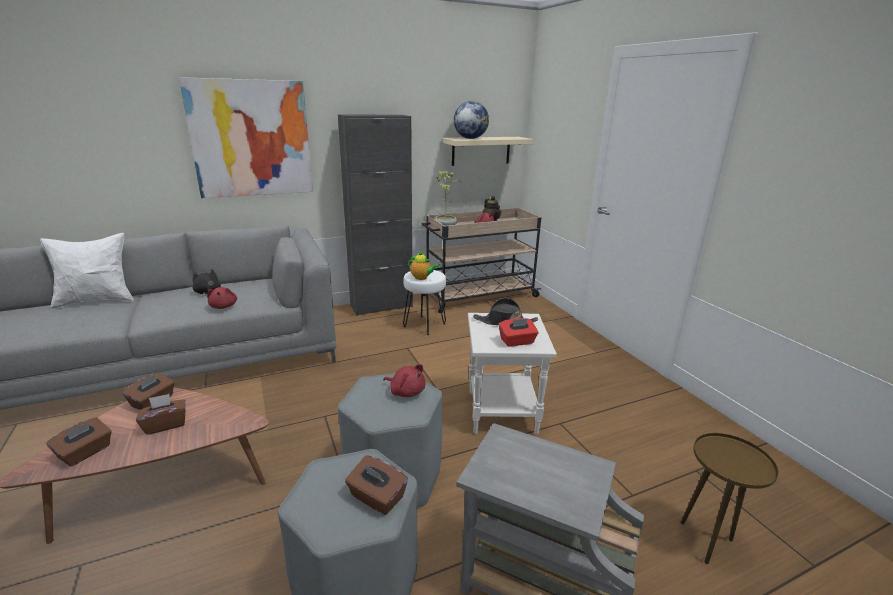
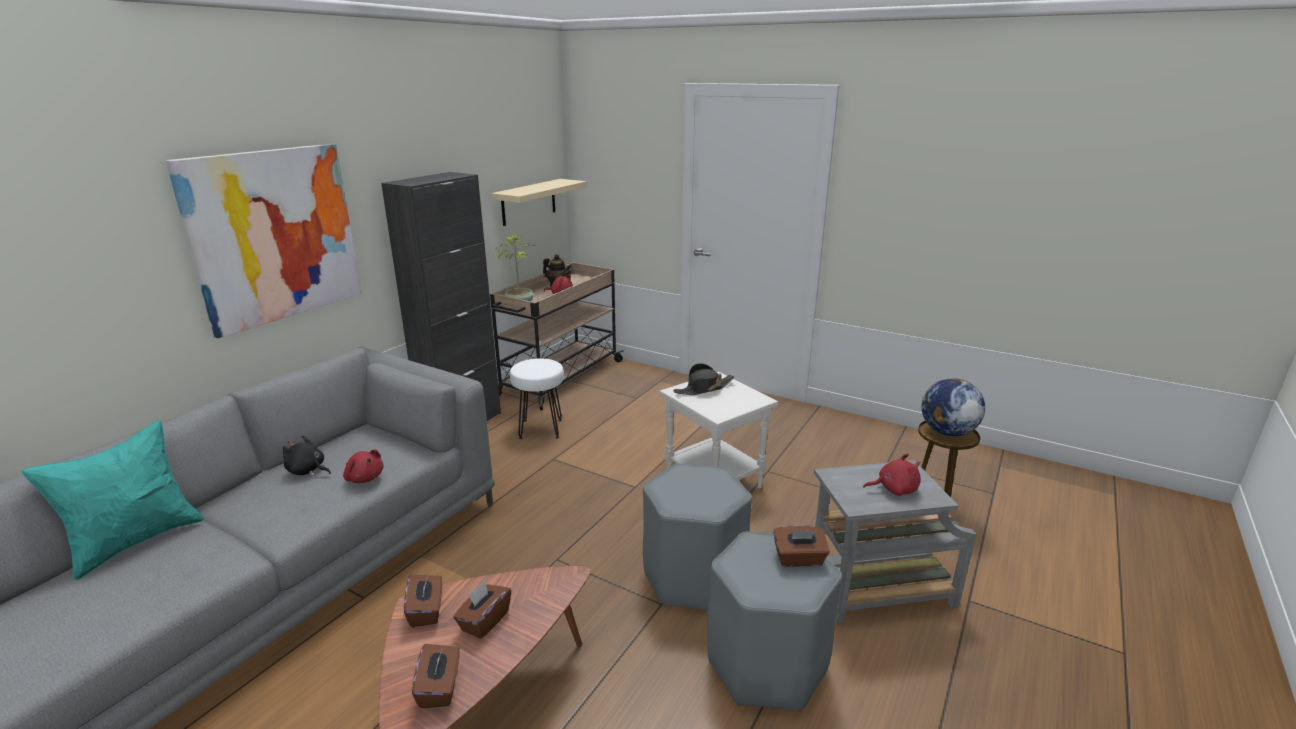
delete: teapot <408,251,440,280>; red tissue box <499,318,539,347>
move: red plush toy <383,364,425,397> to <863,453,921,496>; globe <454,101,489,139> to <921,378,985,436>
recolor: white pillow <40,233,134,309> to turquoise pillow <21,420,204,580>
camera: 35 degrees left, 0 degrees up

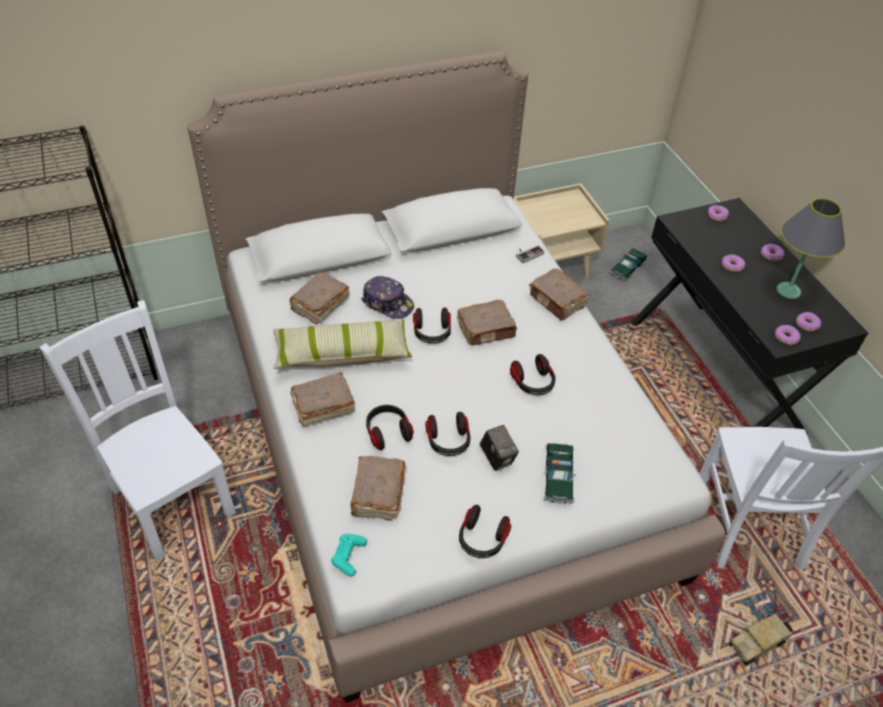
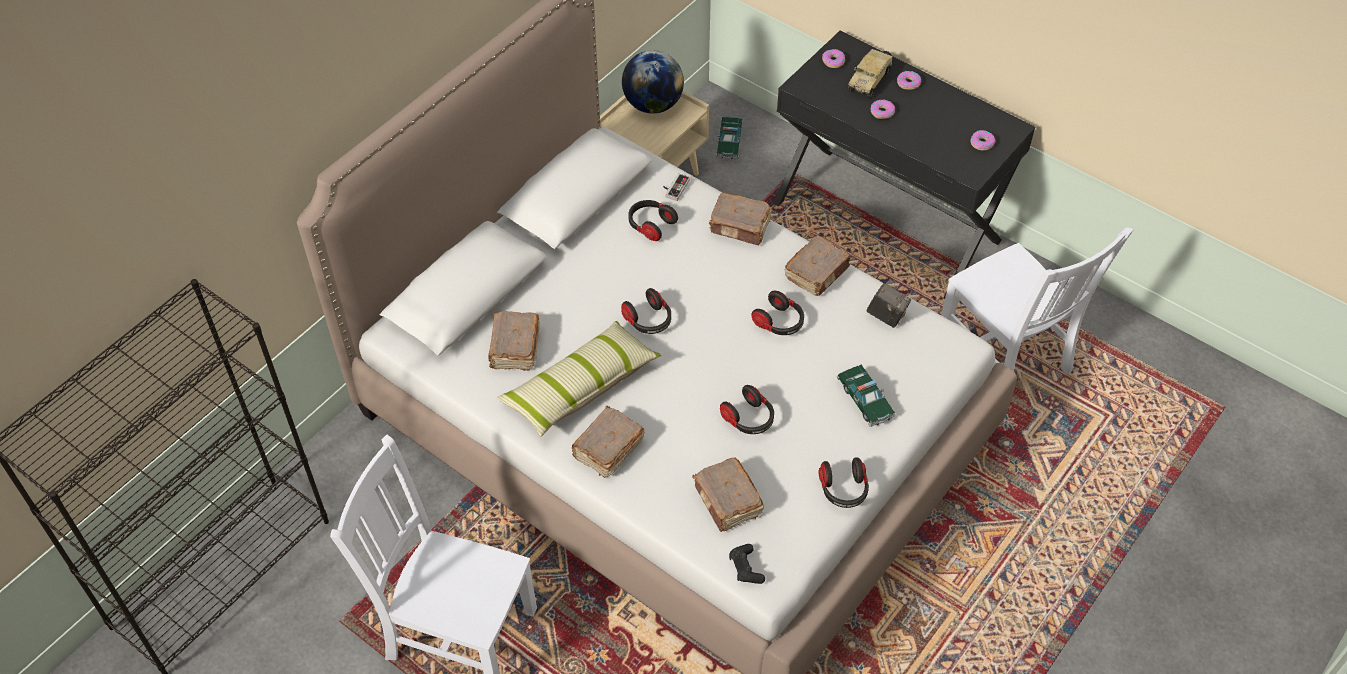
delete: cap <361,276,414,319>; donut <775,325,801,345>; grey table lamp <777,198,845,299>
insert: globe <622,50,684,114>
move: headphones <366,405,414,450> to <628,200,678,241>; brown book <457,300,517,345> to <784,236,850,296>; photo camera <480,425,519,471> to <867,283,911,328>; toy truck <729,614,793,666> to <848,49,893,99>
recolor: turquoise game controller <331,534,367,577> to black game controller <729,544,765,584>
camera: 30 degrees left, 5 degrees up

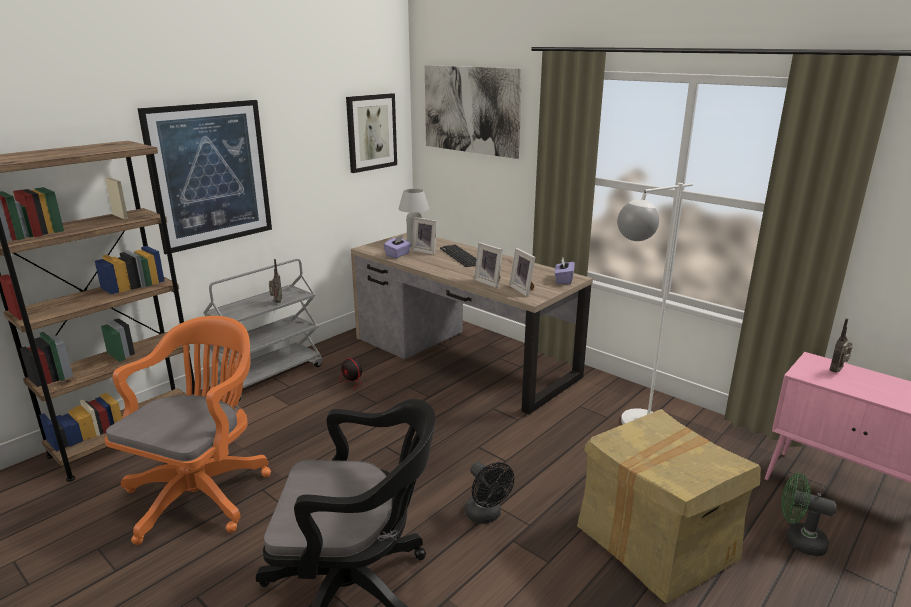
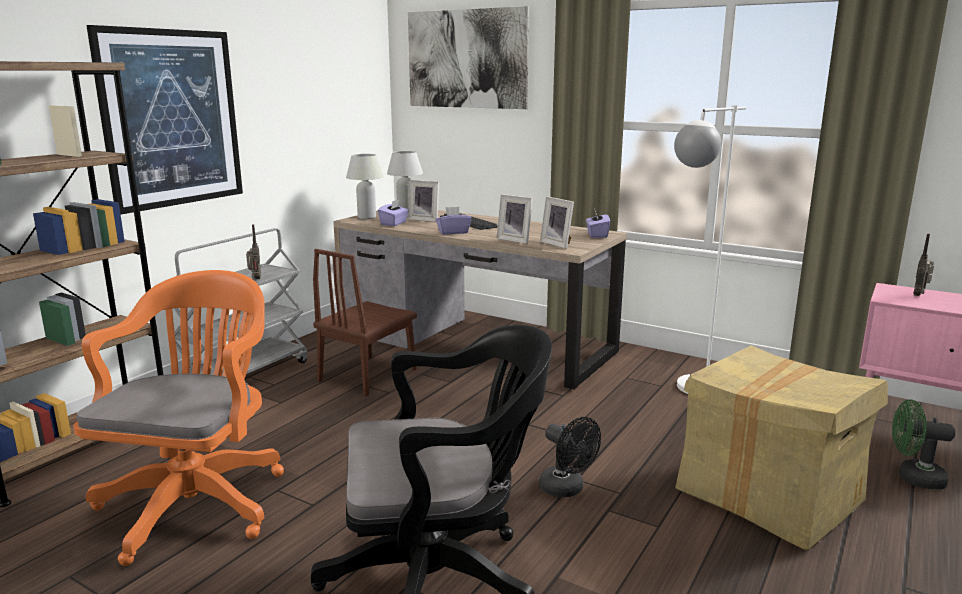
delete: picture <346,93,397,173>
insert: white table lamp <346,154,384,219>; purple tissue box <436,207,471,235>
replace: fan <340,358,403,392> to brown chair <313,249,417,396>
camera: 10 degrees left, 5 degrees down

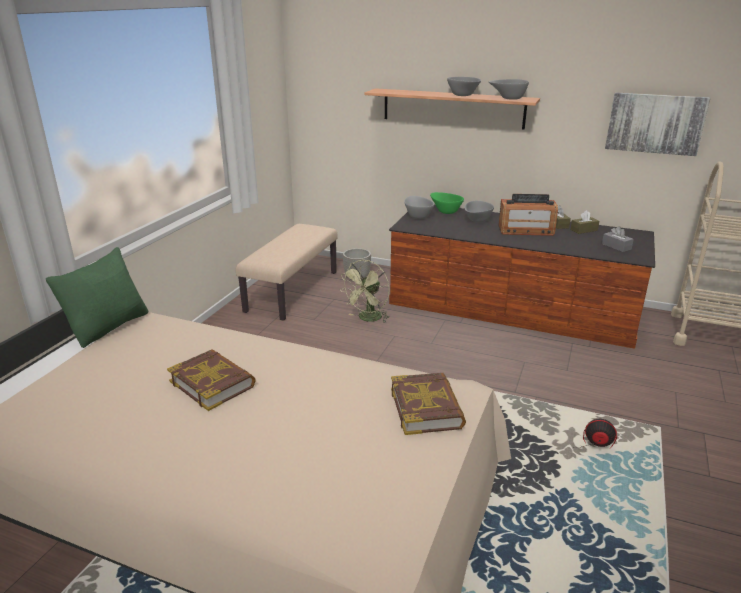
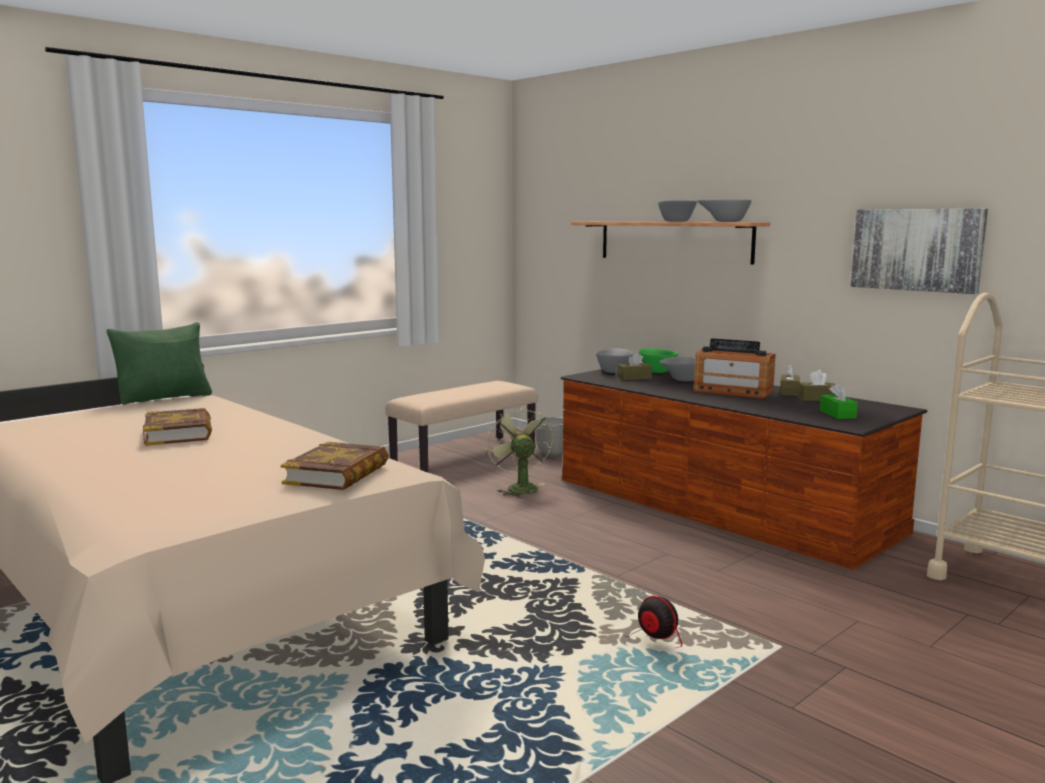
insert: brown tissue box <617,352,652,380>
recolor: grey tissue box <602,226,634,252> to green tissue box <820,383,858,419>
rotate: green fan <340,260,389,323> = <486,406,553,498> 105 degrees clockwise
camera: 25 degrees right, 15 degrees down

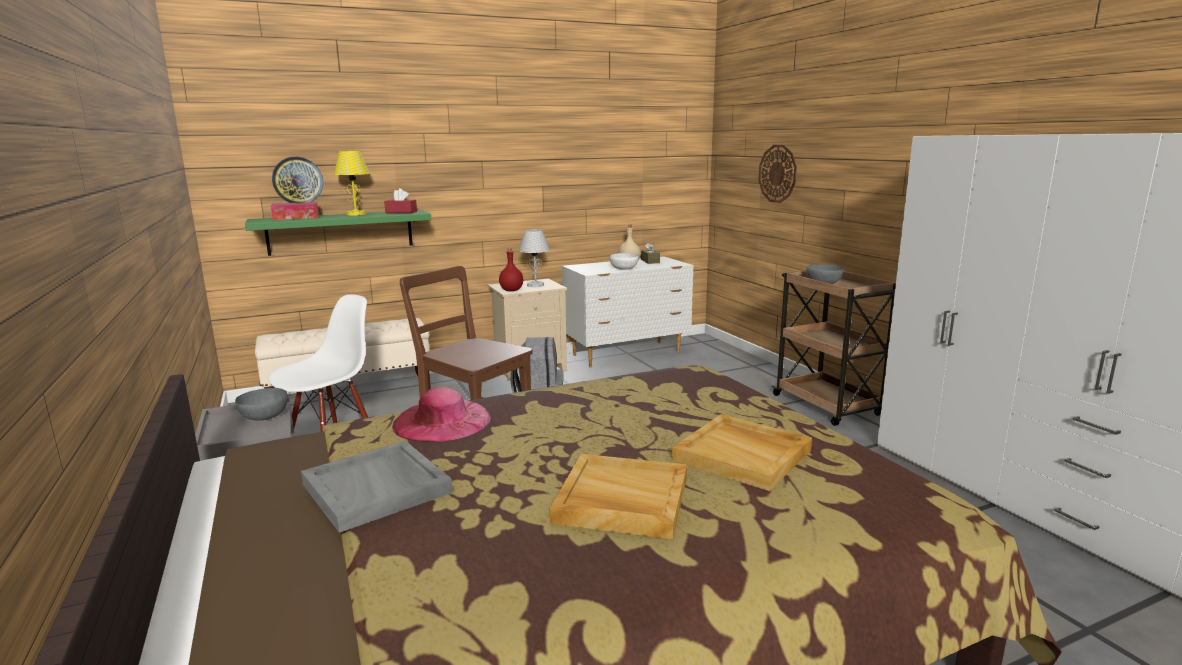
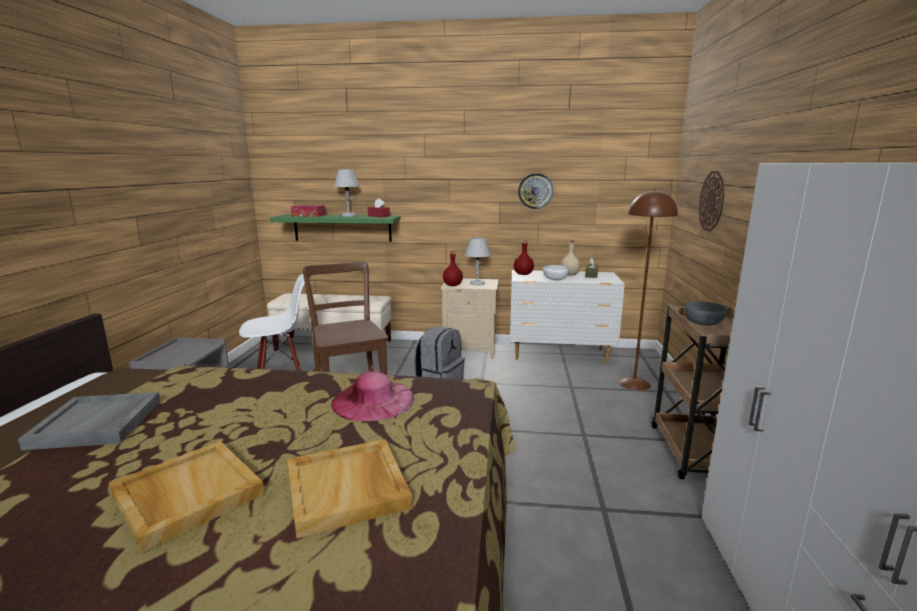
delete: grey bowl <235,388,288,421>
insert: red bottle <514,240,534,275>; brown floor lamp <618,189,678,391>
move: wall clock <272,157,323,203> to <518,173,553,209>; pink hat <392,387,491,442> to <331,371,414,421>
recolor: yellow table lamp <334,151,370,216> to white table lamp <334,169,359,217>
camera: 30 degrees right, 0 degrees up

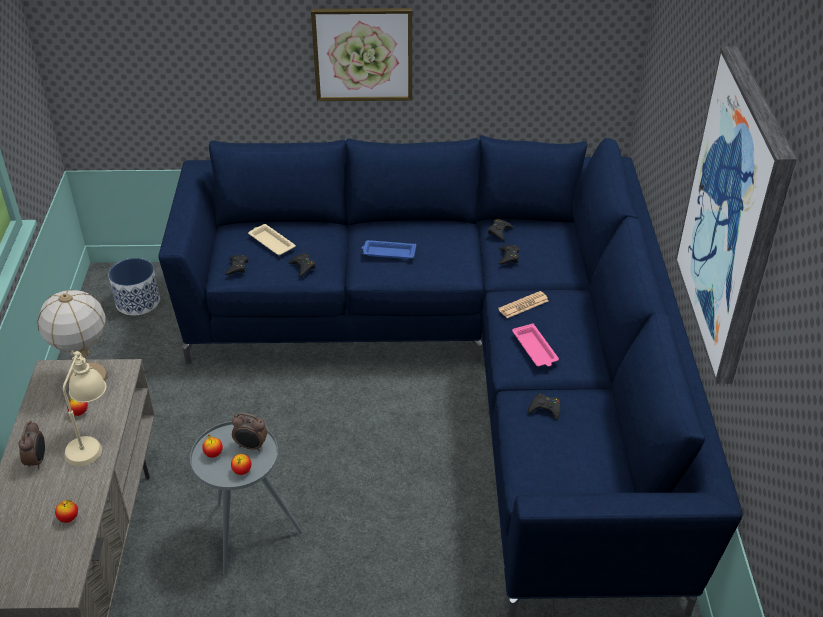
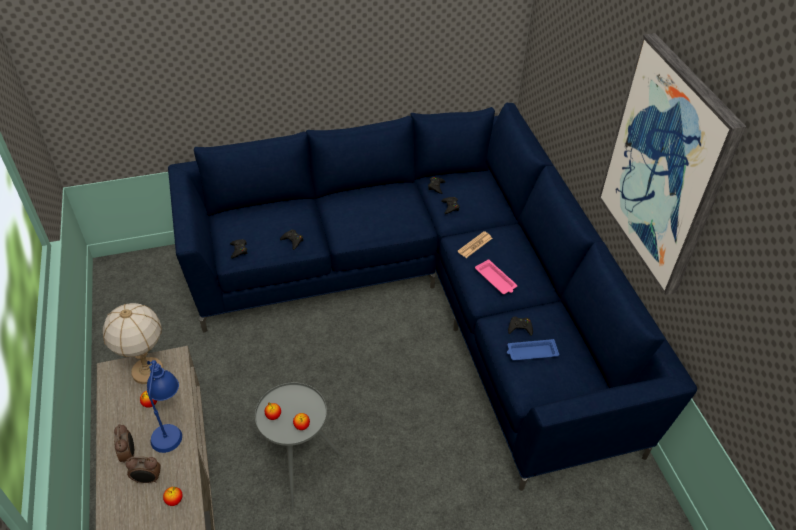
delete: planter <108,258,160,316>; beige tray <248,224,296,255>; picture <311,8,412,101>
move: alarm clock <232,413,267,451> to <126,456,161,483>; blue tray <362,240,416,259> to <507,339,559,361>
recolor: beige table lamp <63,351,106,467> to blue table lamp <147,360,182,453>
camera: 15 degrees left, 5 degrees up

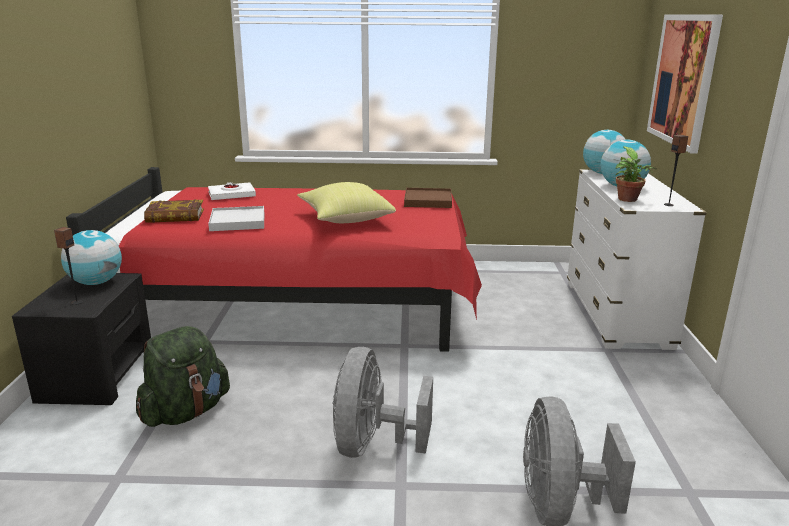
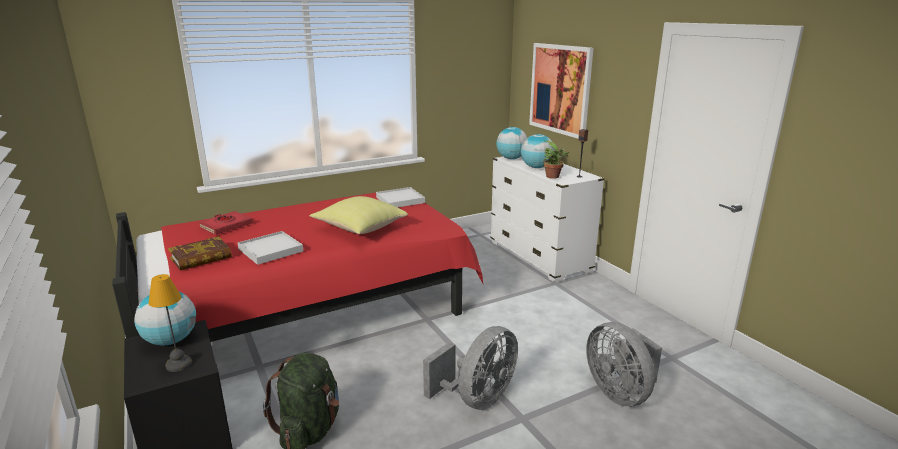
replace: speaker <54,227,83,305> to table lamp <149,274,192,372>
recolor: white book <208,182,256,200> to red book <198,211,253,235>; brown tray <404,188,452,208> to white tray <376,187,425,207>
rotate: grey fan <333,347,433,458> = <423,326,518,410> 120 degrees counterclockwise
camera: 30 degrees left, 0 degrees up

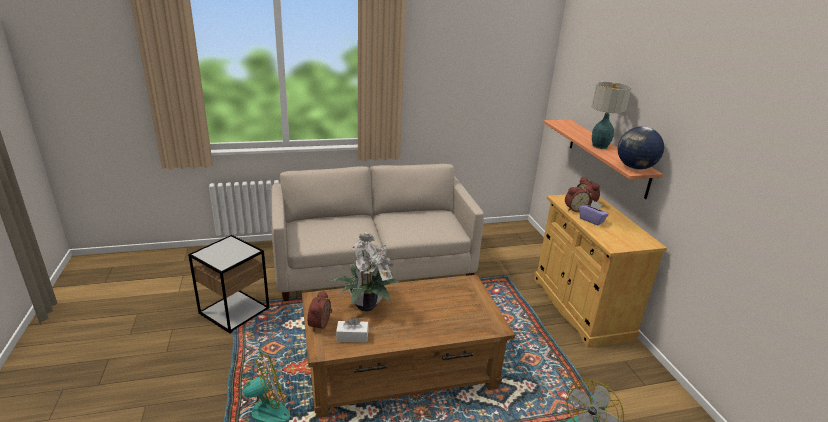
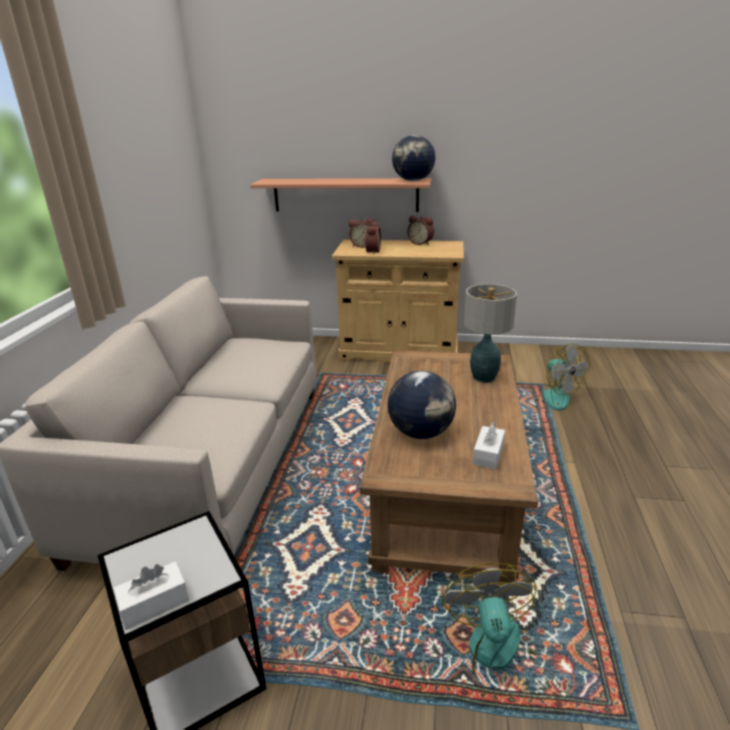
delete: purple tissue box <579,201,609,225>
insert: white tissue box <113,561,189,630>
move: alarm clock <307,290,332,331> to <407,216,434,245>; table lamp <592,82,631,149> to <464,284,517,383>
replace: potted plant <331,232,400,312> to globe <388,371,456,439>
camera: 65 degrees left, 0 degrees up

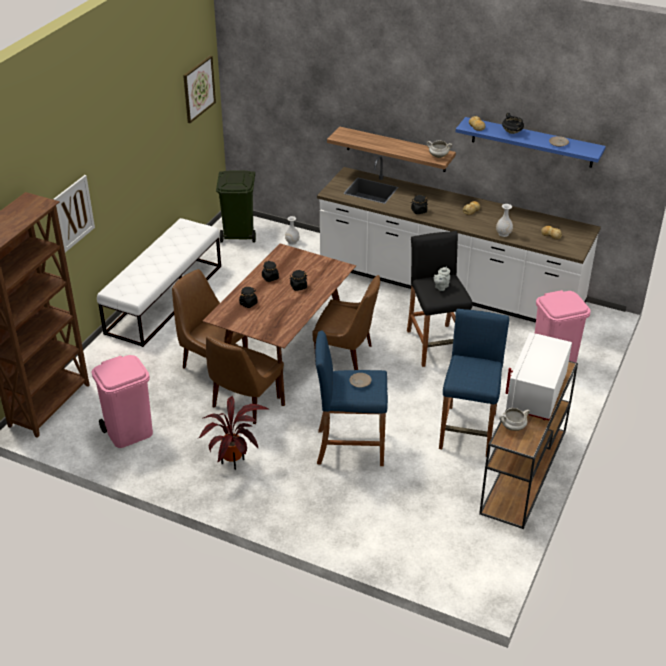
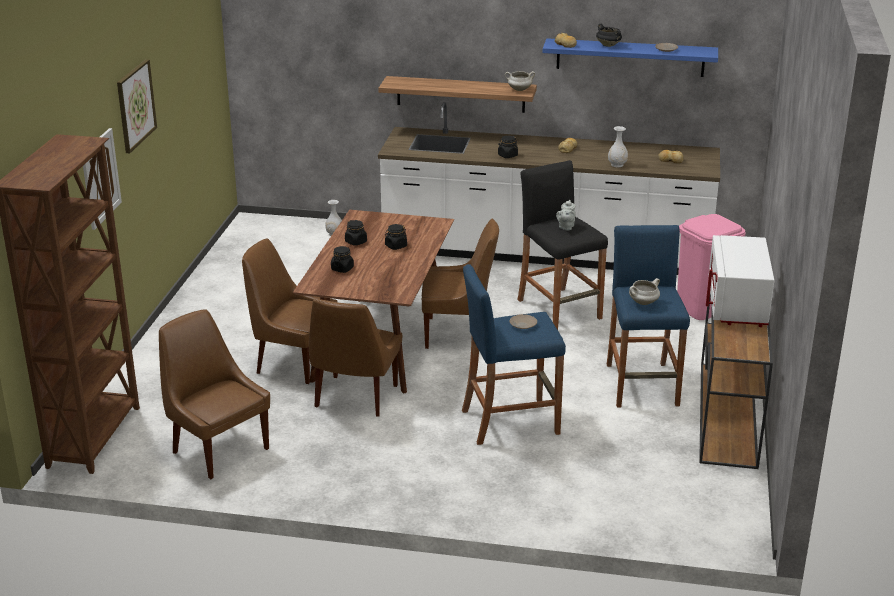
delete: white bench <97,218,221,347>; potted plant <199,396,270,470>; green trash can <216,170,256,243>
move: picture <183,56,216,123> to <117,59,157,153>; white cooking pot <499,408,530,431> to <629,278,660,305>
replace: pink trash can <91,355,153,448> to brown chair <159,309,270,479>
camera: 15 degrees left, 10 degrees down

